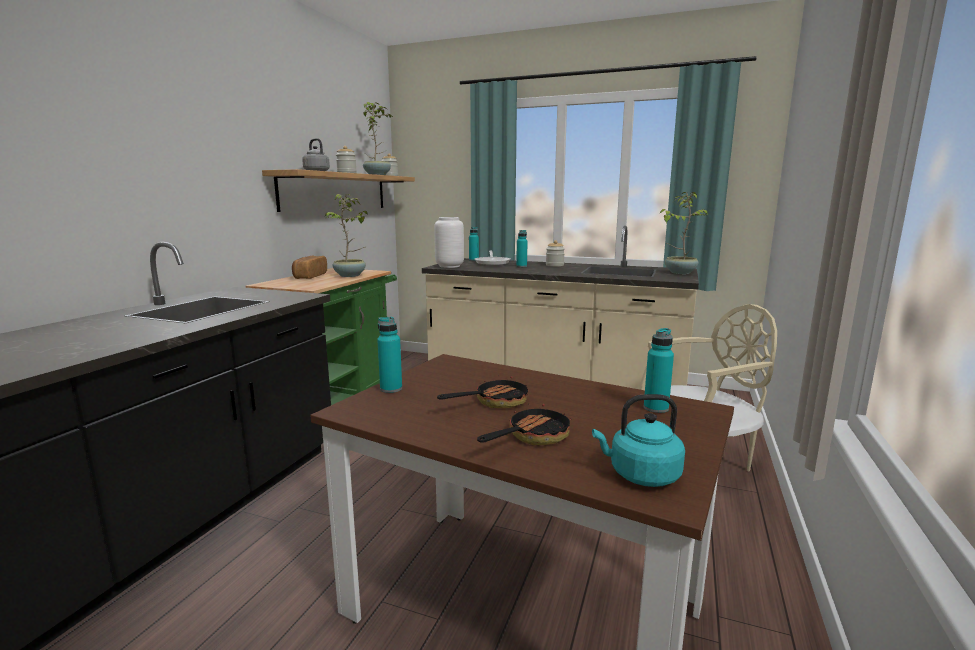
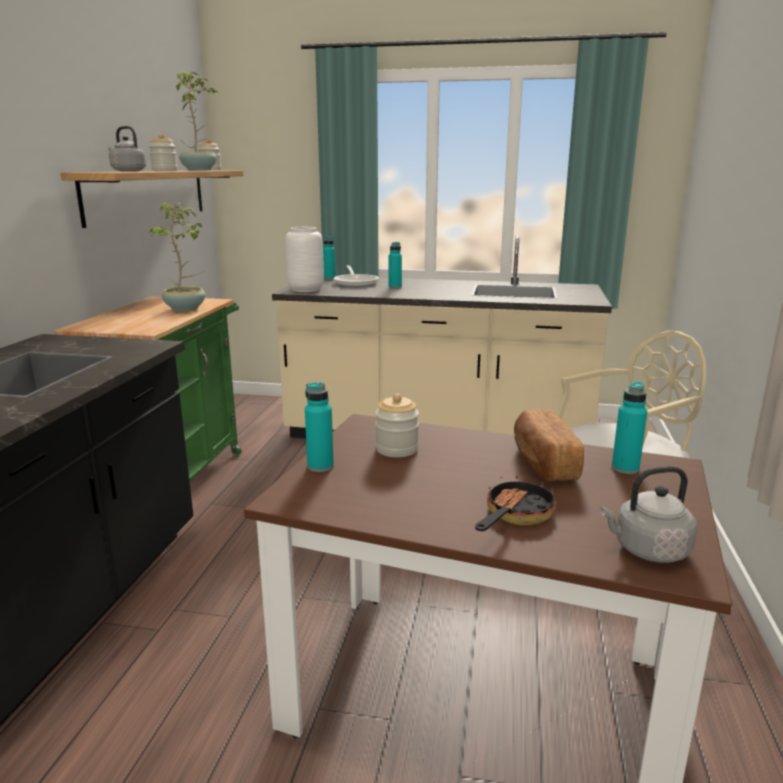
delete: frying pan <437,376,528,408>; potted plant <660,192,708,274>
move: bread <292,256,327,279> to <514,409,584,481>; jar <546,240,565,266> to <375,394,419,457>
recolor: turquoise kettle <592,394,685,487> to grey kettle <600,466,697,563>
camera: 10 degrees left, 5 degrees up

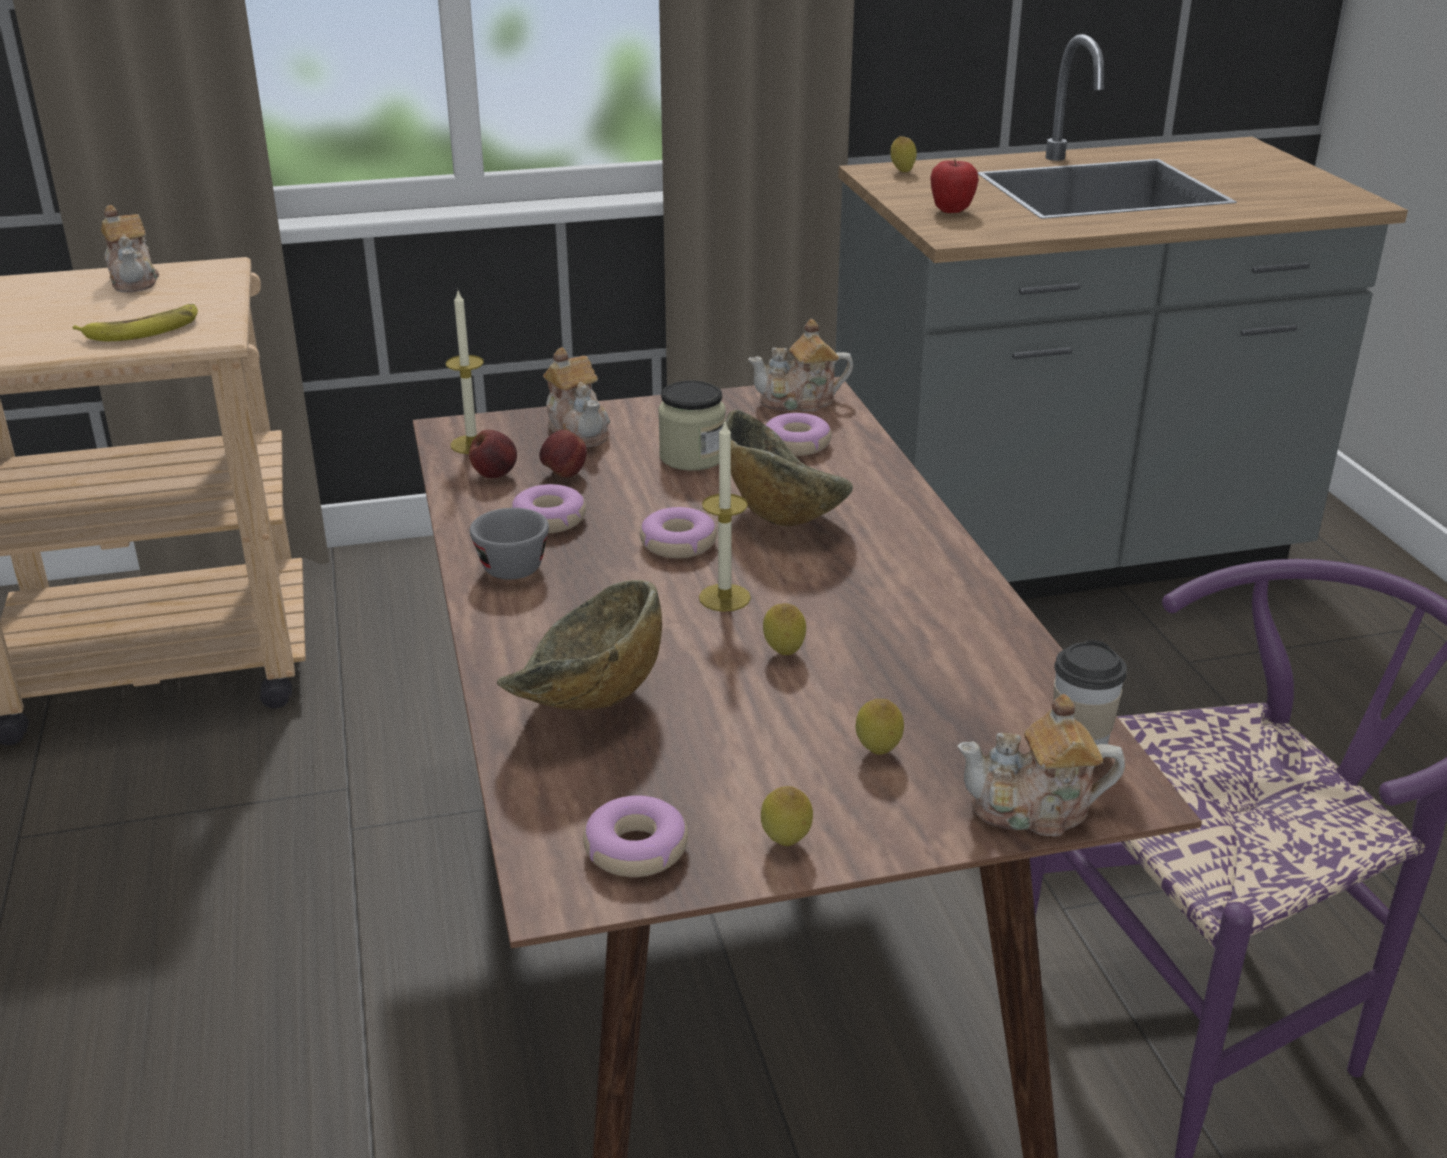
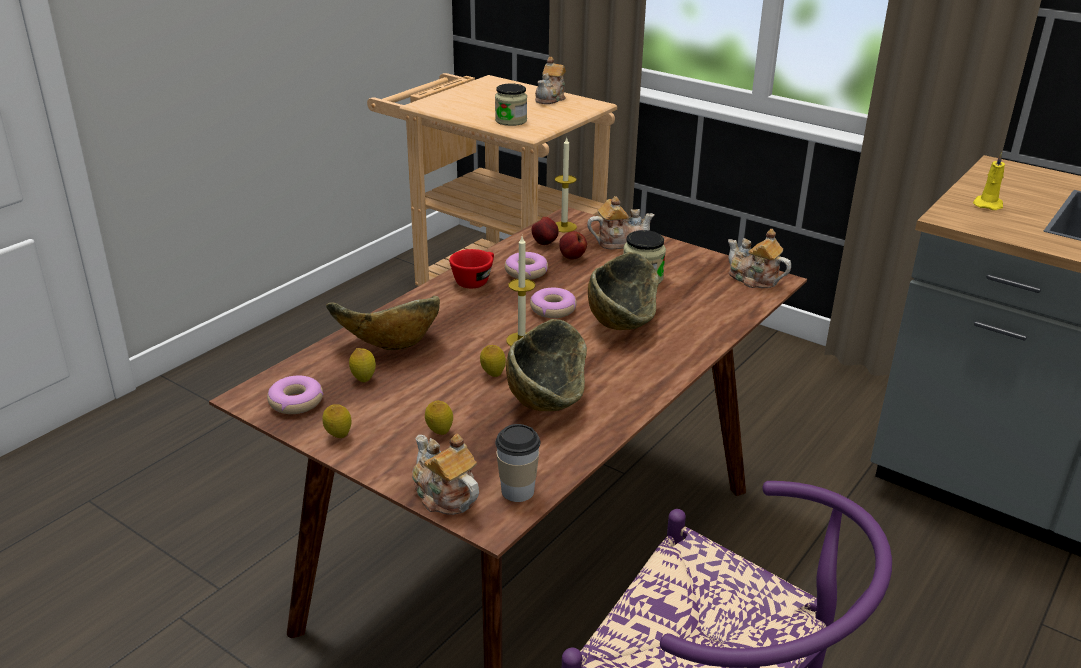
delete: donut <766,413,832,456>
insert: bowl <506,319,587,411>
move: lemon <890,136,917,172> to <349,348,376,382>
replace: banana <73,304,198,342> to jar <495,84,527,126>; apple <930,159,979,213> to yellow candle <973,152,1005,210>
recolor: grey cup <470,508,549,580> to red cup <449,249,494,288>
rotate: teapot <543,347,610,448> = <587,196,655,249> 120 degrees counterclockwise
camera: 50 degrees right, 0 degrees up

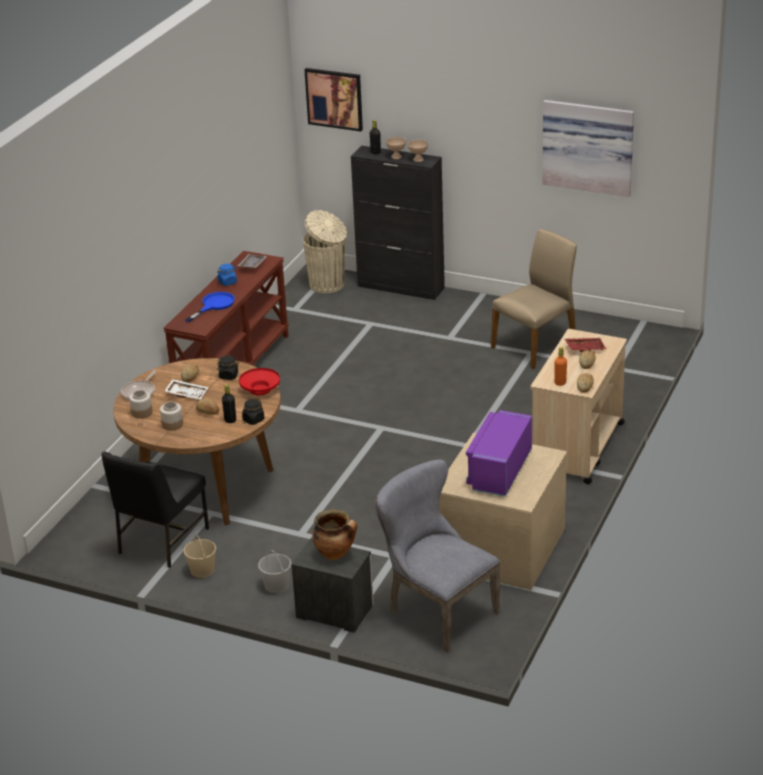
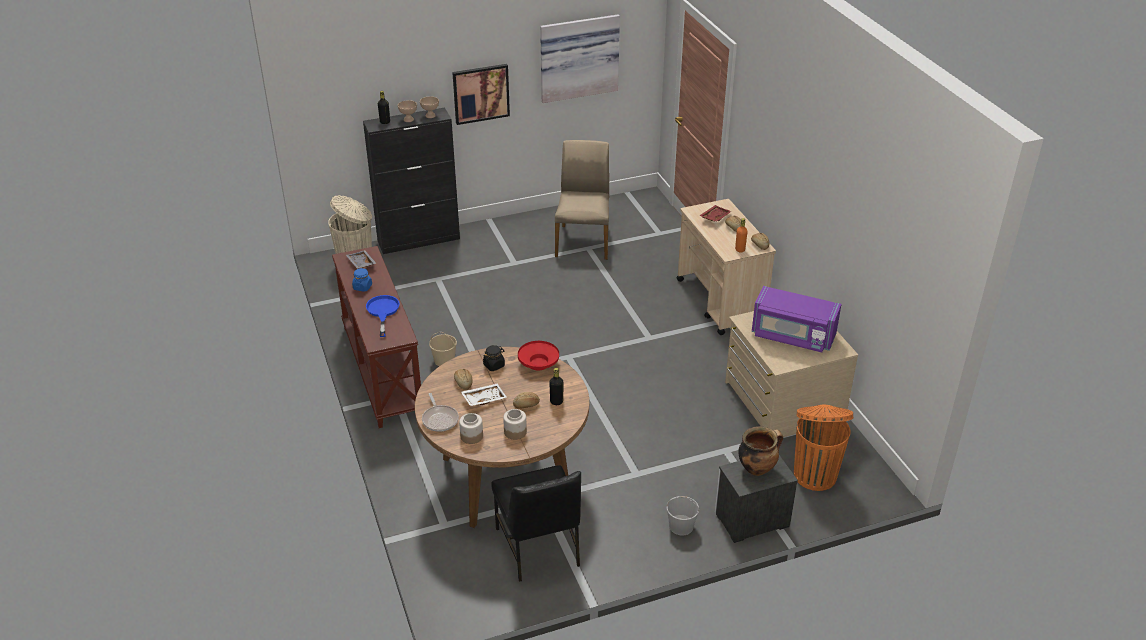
delete: black jar <242,399,264,425>
move: beige bucket <184,535,216,578> to <429,332,457,366>; picture <304,68,363,131> to <452,64,510,125>
replace: grey chair <375,460,500,653> to orange trash can <794,405,853,491>
rotate: purple microwave <466,410,532,497> = <752,286,841,352> 45 degrees counterclockwise
camera: 45 degrees left, 5 degrees up

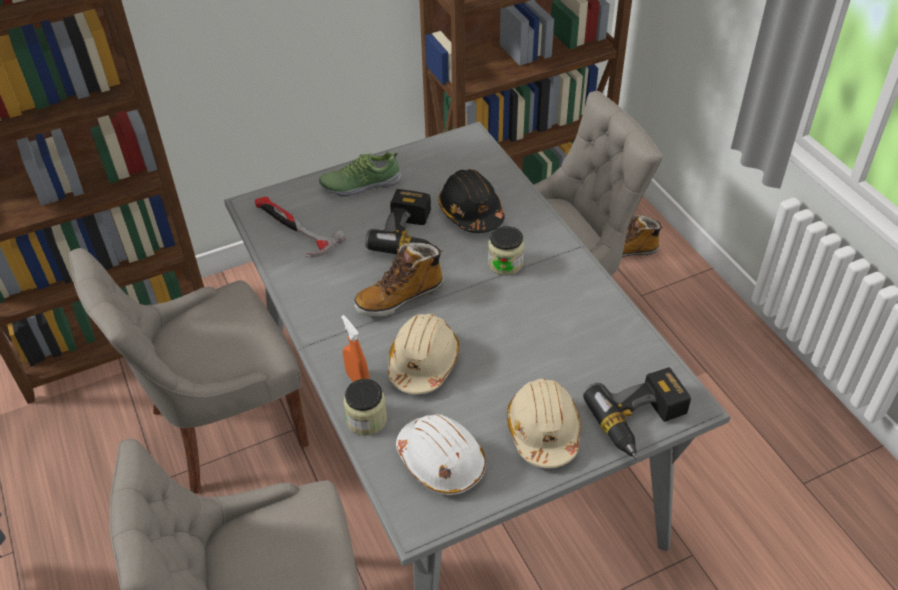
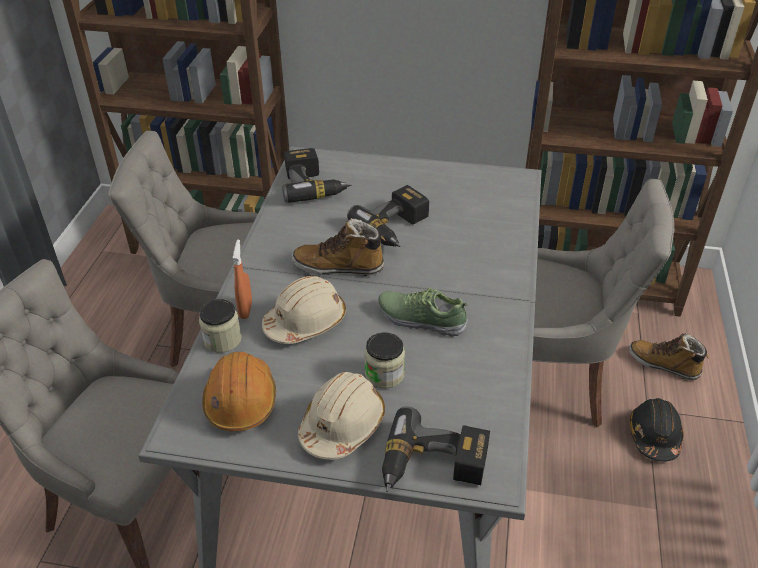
move: shoe <319,152,401,197> to <378,288,469,337>; black hard hat <438,169,505,233> to <630,398,684,462>; jar <488,226,524,275> to <364,332,405,388>
replace: hammer <255,197,346,258> to power drill <282,148,352,203>
recolor: white hard hat <396,414,486,495> to orange hard hat <202,352,276,431>
camera: 35 degrees right, 5 degrees down

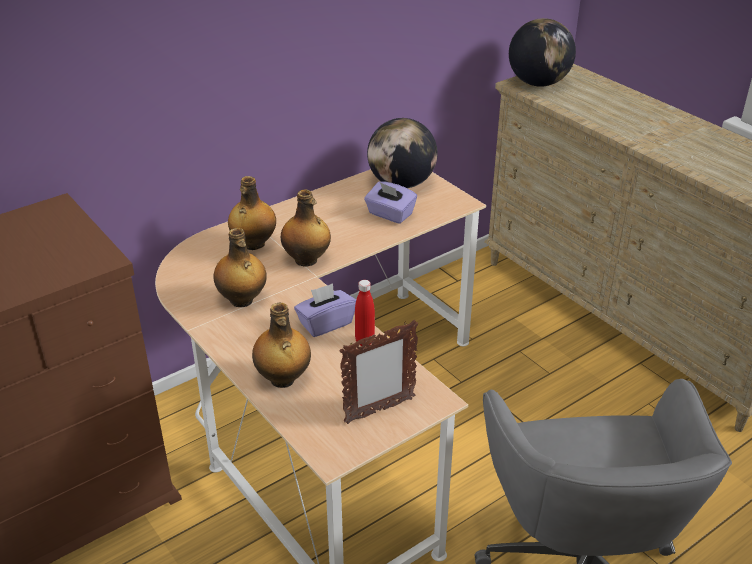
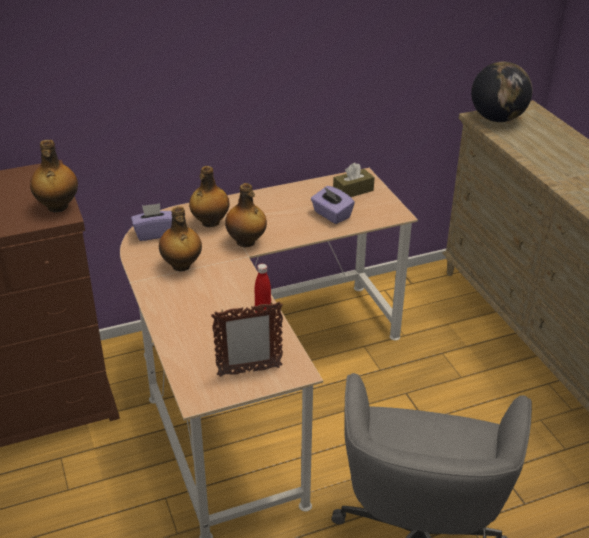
move: bottle <252,303,311,388> to <30,140,78,213>; purple tissue box <294,283,356,337> to <131,203,172,241>
replace: globe <367,118,438,188> to brown tissue box <333,163,375,197>
camera: 15 degrees right, 0 degrees up

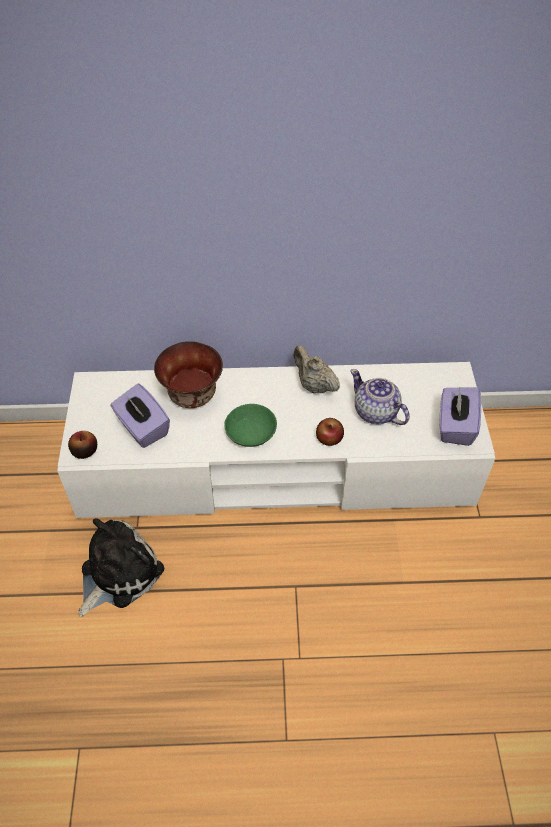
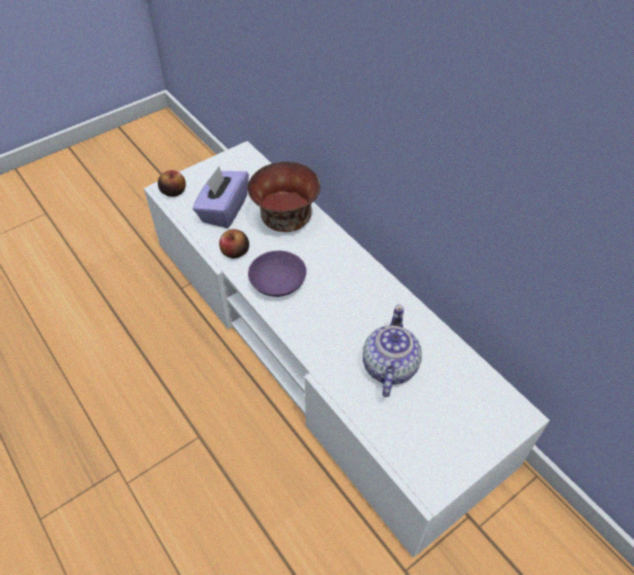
delete: plush toy <78,518,164,617>; beige teapot <294,345,340,393>; purple tissue box <440,387,481,446>
move: apple <316,418,344,446> to <219,229,249,259>
recolor: green bowl <224,404,277,447> to purple bowl <248,251,307,297>
camera: 55 degrees right, 0 degrees up

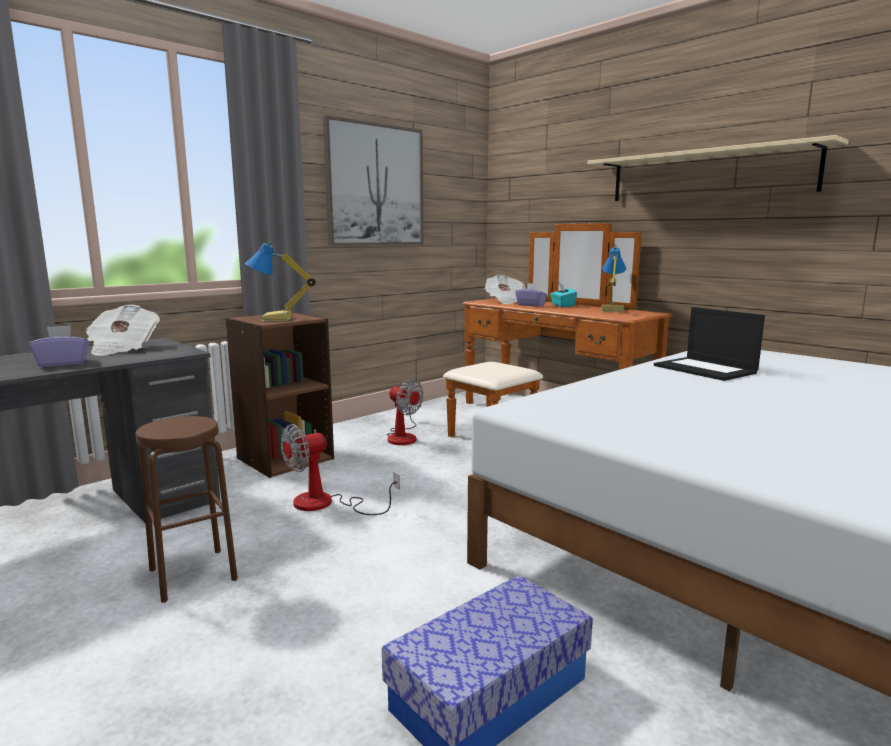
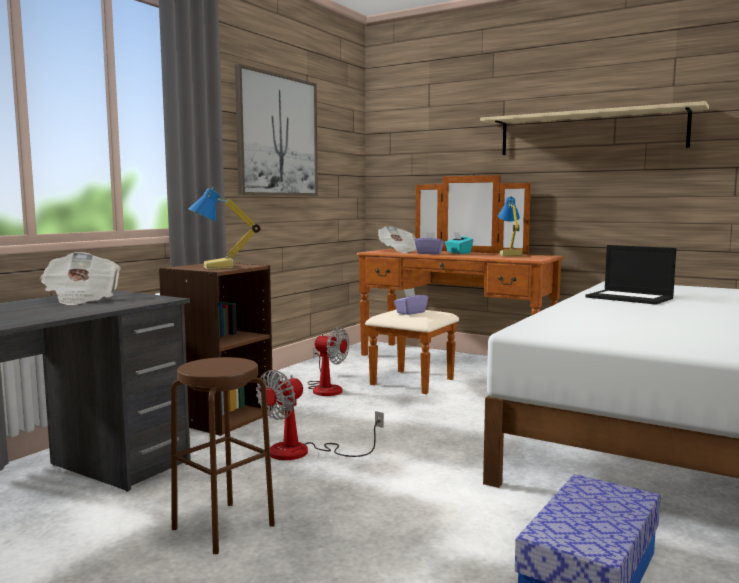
move: purple tissue box <29,325,89,367> to <394,288,428,315>
camera: 15 degrees left, 5 degrees down

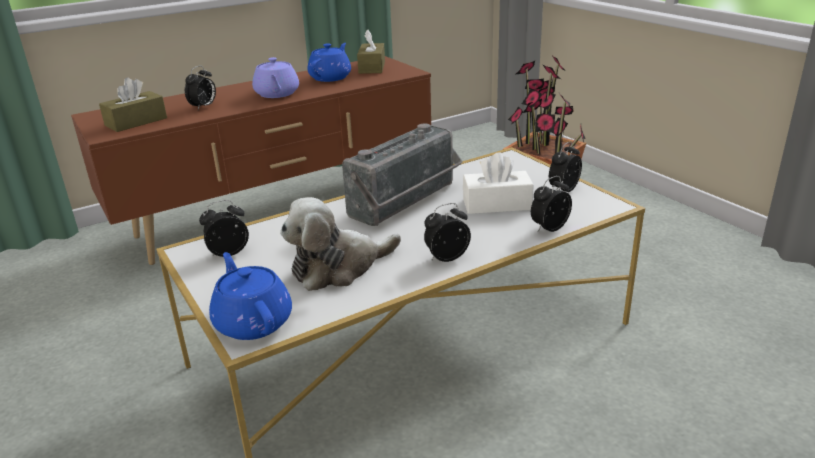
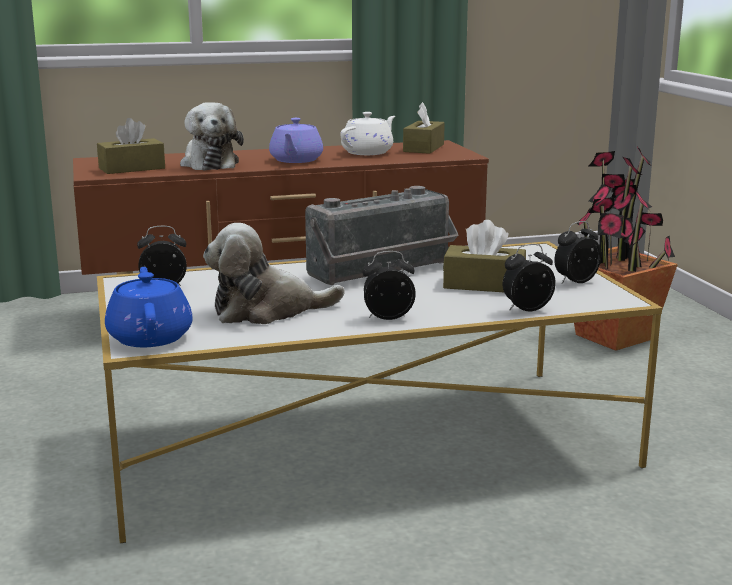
replace: alarm clock <185,65,216,110> to plush toy <180,102,244,170>
recolor: blue teapot <308,43,351,82> to white teapot <340,112,395,155>; white tissue box <463,153,534,214> to brown tissue box <443,220,526,292>
camera: 15 degrees right, 10 degrees down

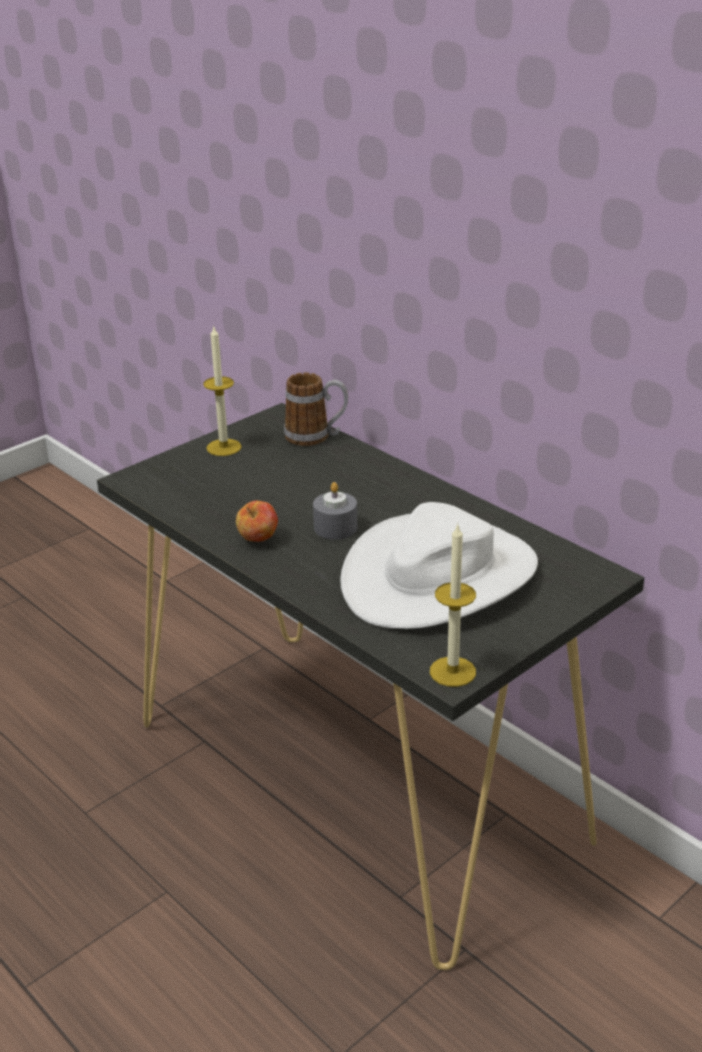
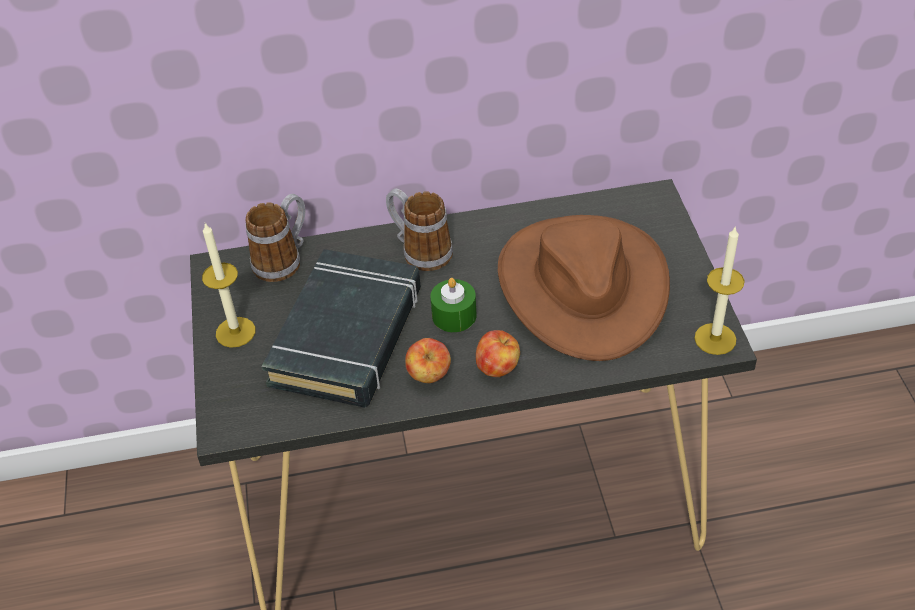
insert: black book <262,249,421,407>; mug <386,189,453,271>; apple <476,330,520,377>
recolor: grey candle <313,482,357,540> to green candle <430,278,476,332>; white hat <340,502,538,629> to brown hat <498,215,670,361>
camera: 55 degrees left, 15 degrees up

